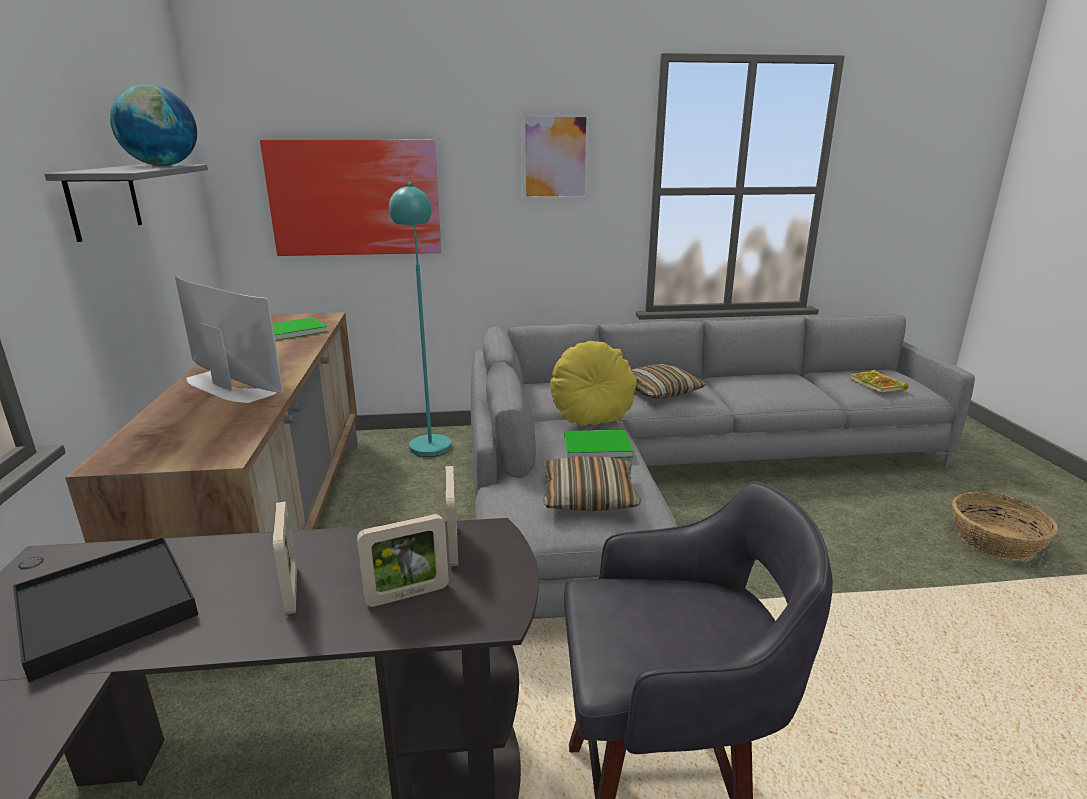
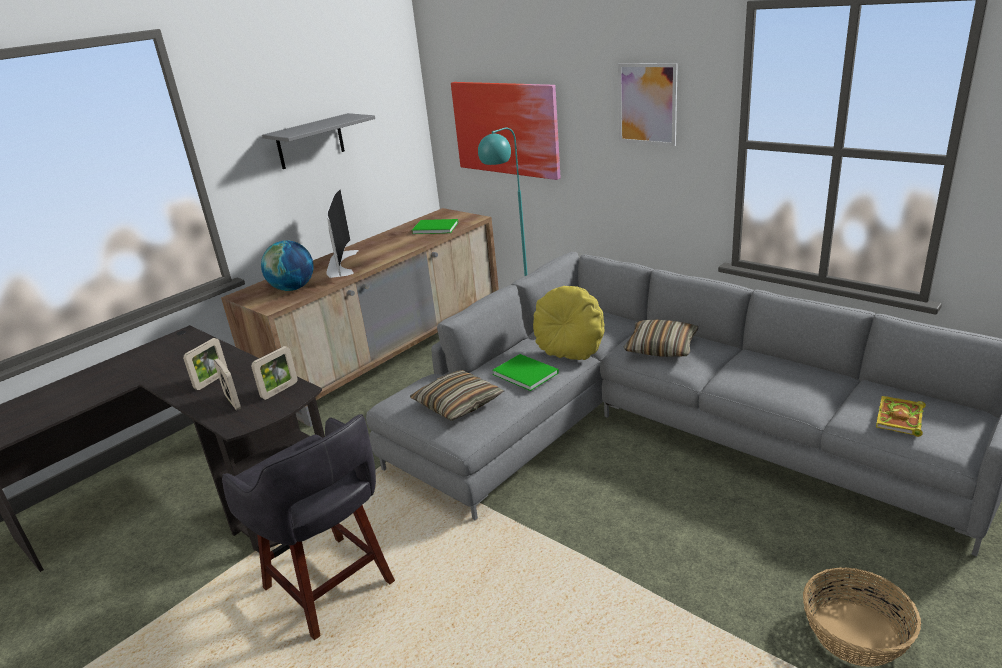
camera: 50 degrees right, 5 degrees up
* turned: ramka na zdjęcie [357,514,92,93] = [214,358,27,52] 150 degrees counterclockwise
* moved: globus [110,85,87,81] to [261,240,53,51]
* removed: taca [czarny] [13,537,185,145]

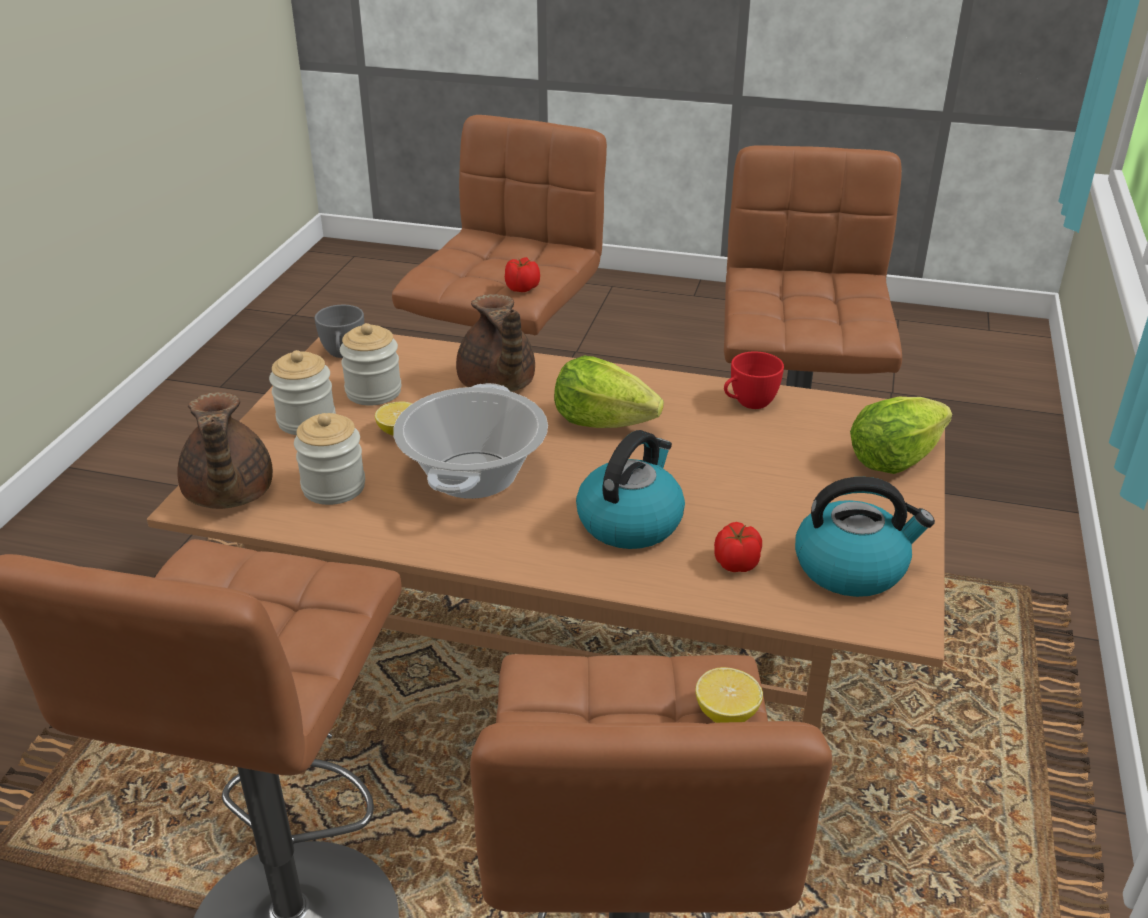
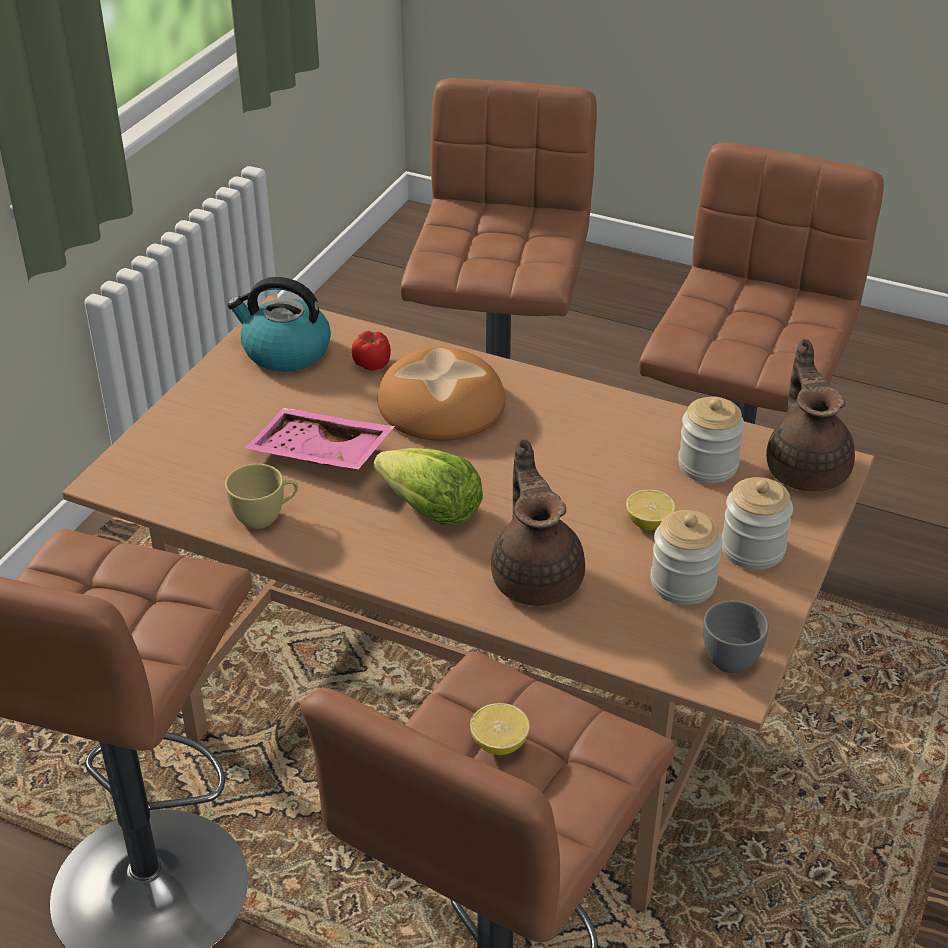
camera: 170 degrees left, 5 degrees up
* recoloured: filiżanka [czerwony] [724,351,60,58] to filiżanka [żółty] [225,464,73,65]
* added: taca [różowy] [244,408,151,62]
* replaced: czajnik [576,430,109,119] to chleb [377,347,129,94]
* moved: cytryna [695,667,68,56] to [470,703,60,52]
* removed: garnek [393,383,155,116]
* removed: pomidor [505,257,35,35]
* removed: sałata [850,397,102,77]

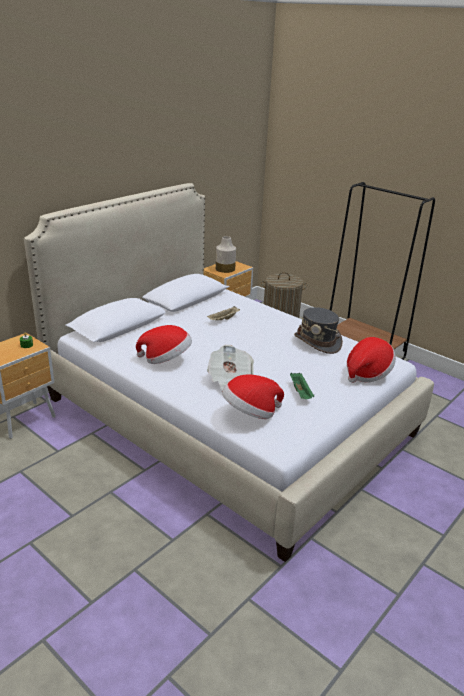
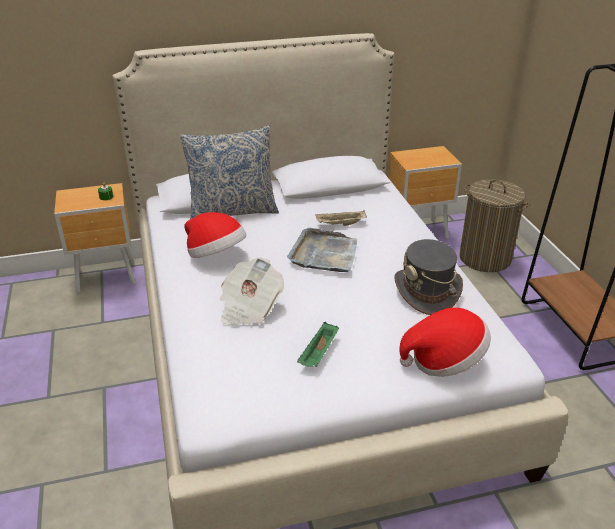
camera: 35 degrees right, 5 degrees up
* added: poduszka [180,125,99,94]
* added: taca [szary] [287,228,70,44]
* removed: wazon [beżowy] [216,236,20,37]
* removed: kapelusz [222,374,62,45]

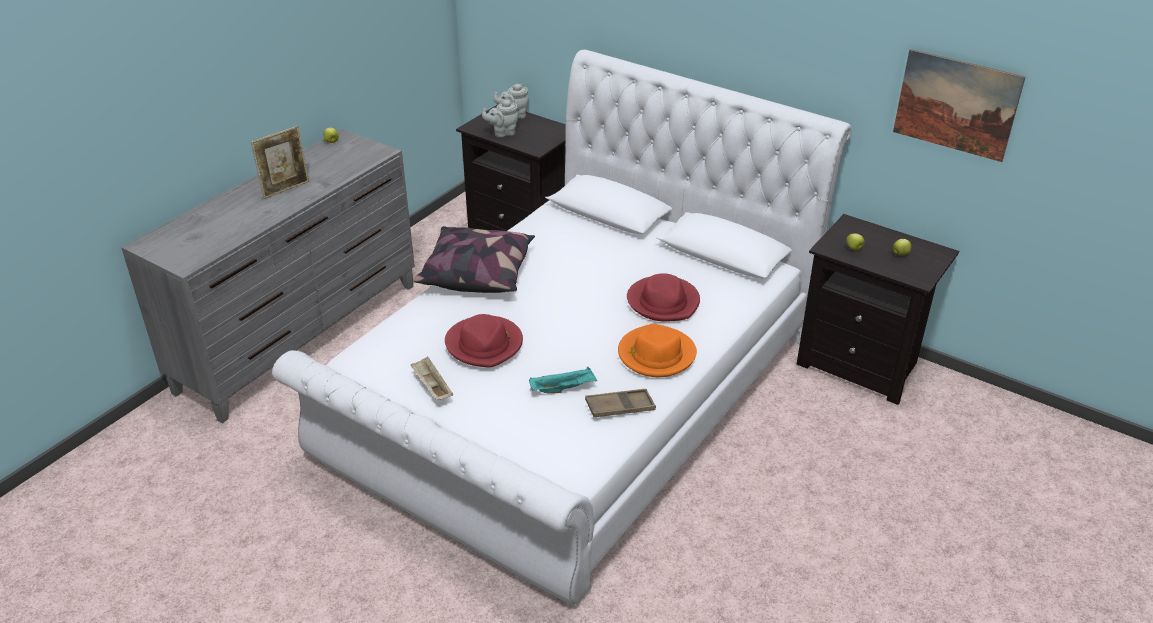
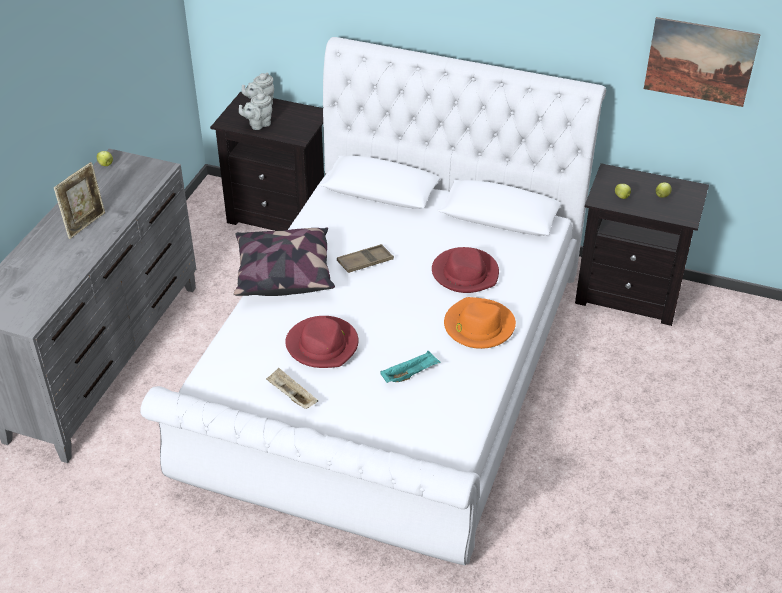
camera: 15 degrees left, 5 degrees up
* moved: taca [brązowy] [585,389,71,28] to [337,244,57,29]

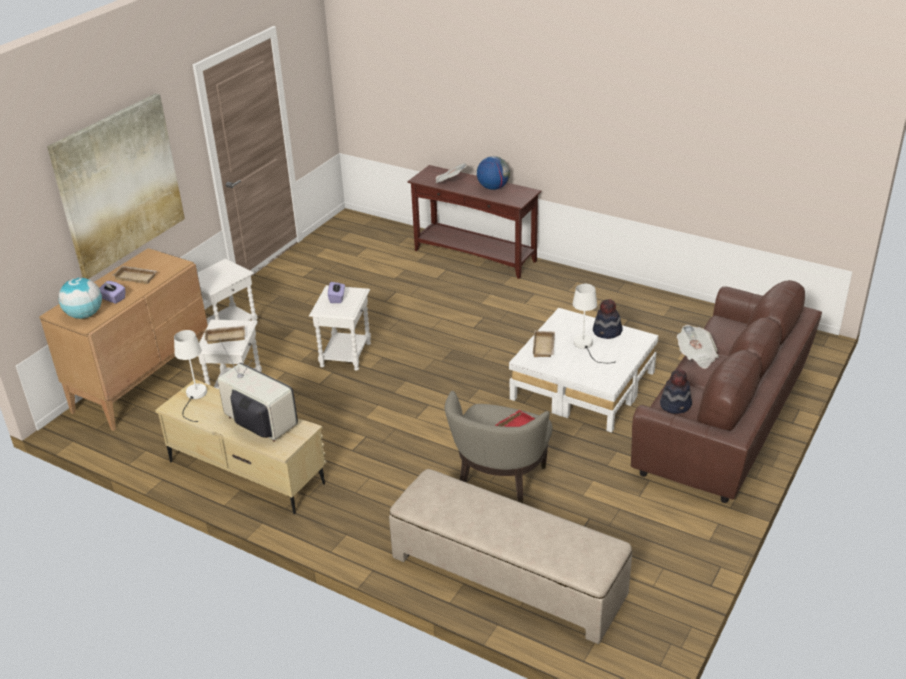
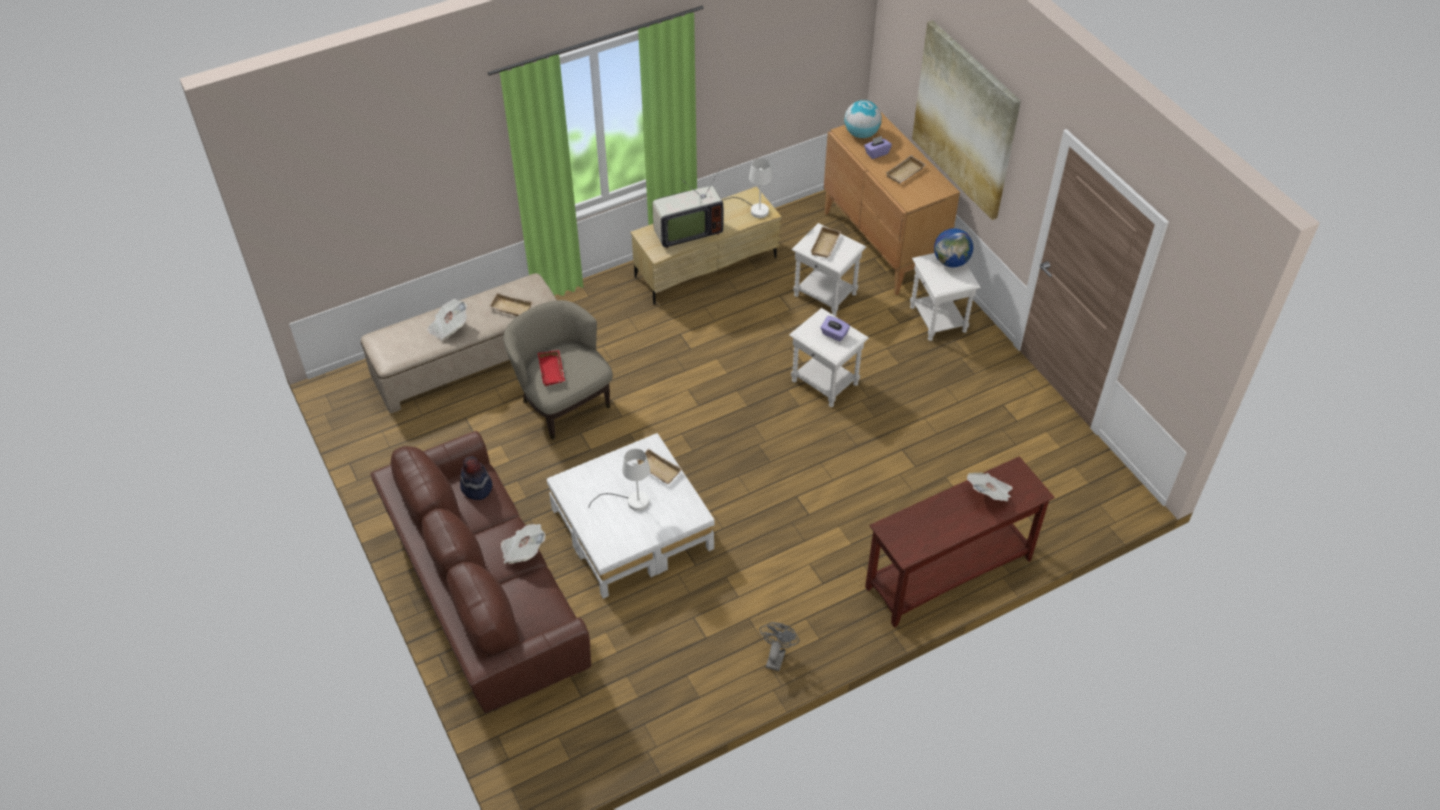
camera: 120 degrees right, 15 degrees up
* added: gazeta [427,299,40,42]
* added: taca [beżowy] [488,293,45,23]
* added: wentylator [szary] [759,622,41,49]
* moved: globus [477,156,33,34] to [934,228,39,39]
* removed: kapelusz [593,299,30,40]

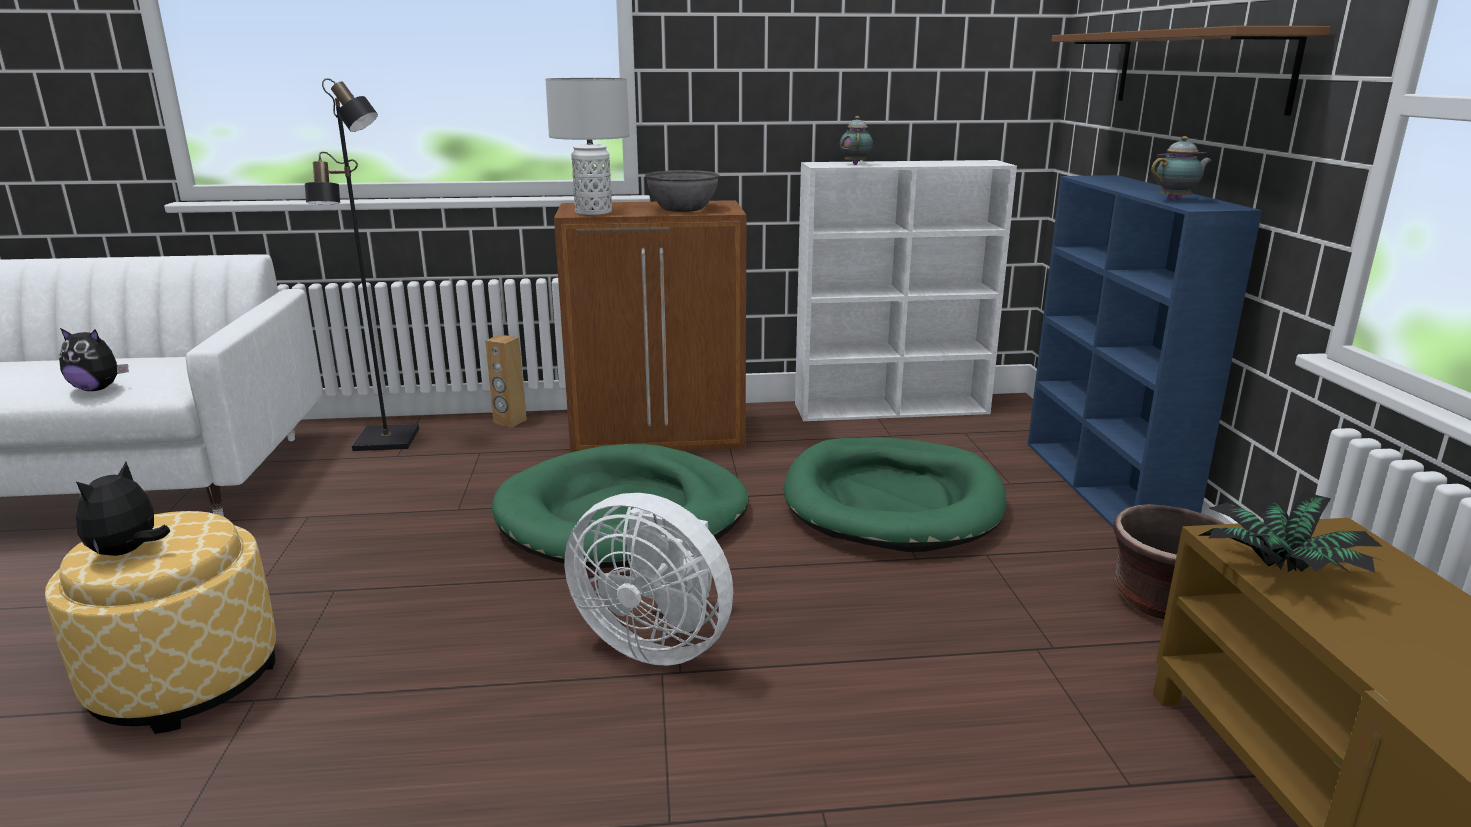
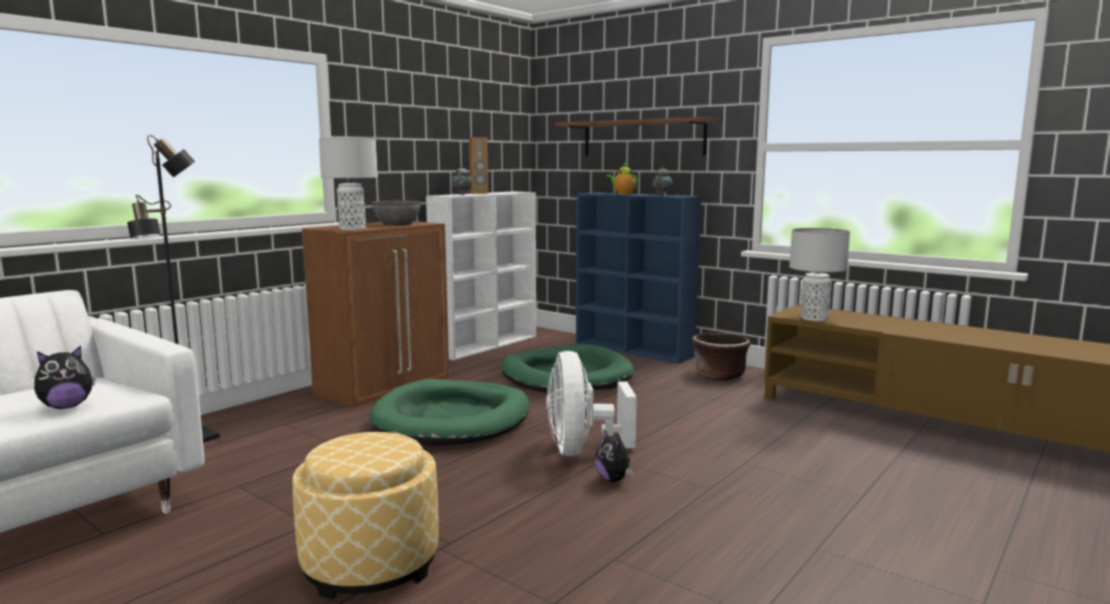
camera: 45 degrees left, 10 degrees down
* moved: głośnik [brązowy] [485,335,42,92] to [469,137,19,57]
* turned: wentylator [biały] [565,493,168,173] = [546,351,91,105] 105 degrees clockwise
* moved: pluszak [76,461,94,95] to [595,429,38,53]
* added: imbryk [606,162,32,32]
* replaced: roślina doniczkowa [1198,491,185,81] to lampa stołowa [biały] [789,228,61,93]

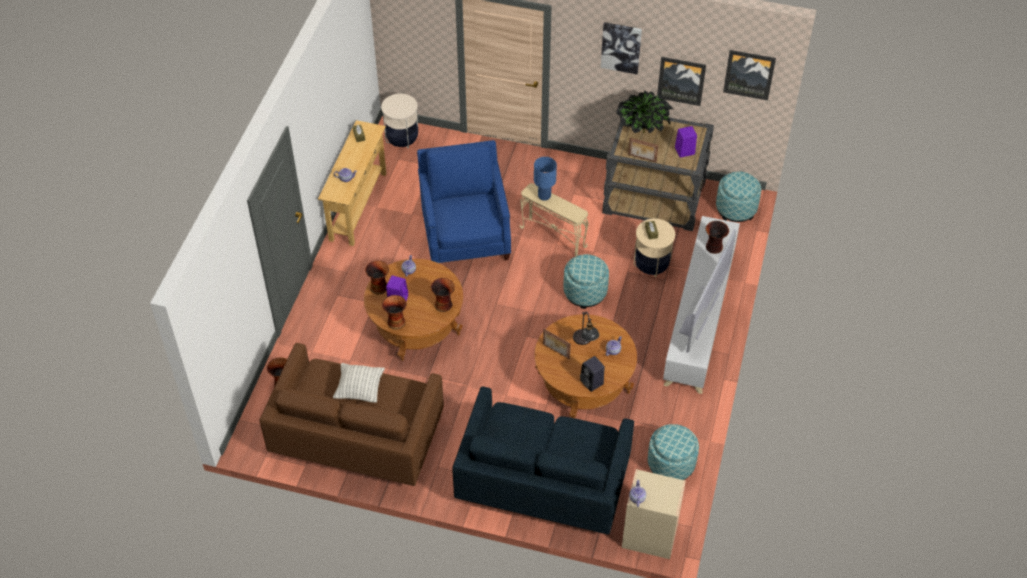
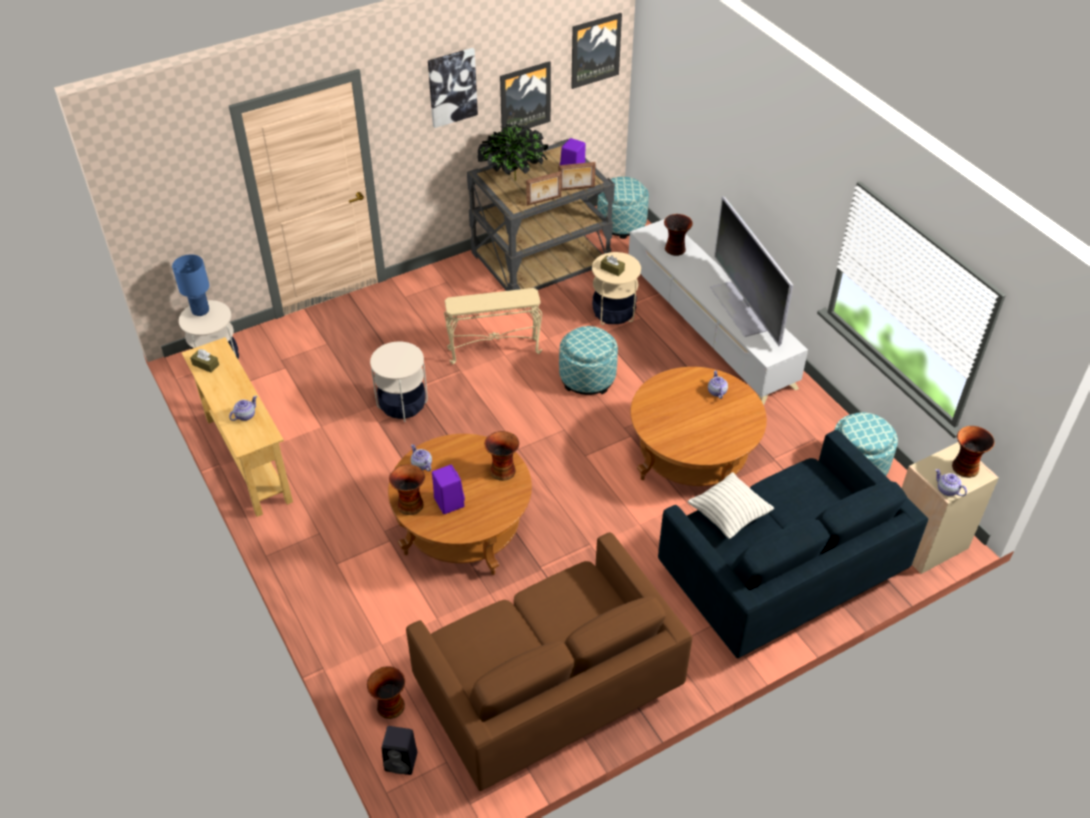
camera: 45 degrees left, 5 degrees down
* moved: lampa stołowa [niebieski] [534,157,23,44] to [172,254,37,62]
* replaced: fotel [niebieski] [417,140,94,123] to stolik [beżowy] [370,342,58,80]
* moved: głośnik [czarny] [580,356,25,36] to [382,726,35,49]
* moved: ramka na zdjęcie [543,329,28,30] to [558,162,38,29]
* moved: poduszka [333,363,52,40] to [687,472,87,67]
* moved: wazon [382,295,25,35] to [952,426,43,52]
* removed: lampa stołowa [szary] [573,311,26,34]

